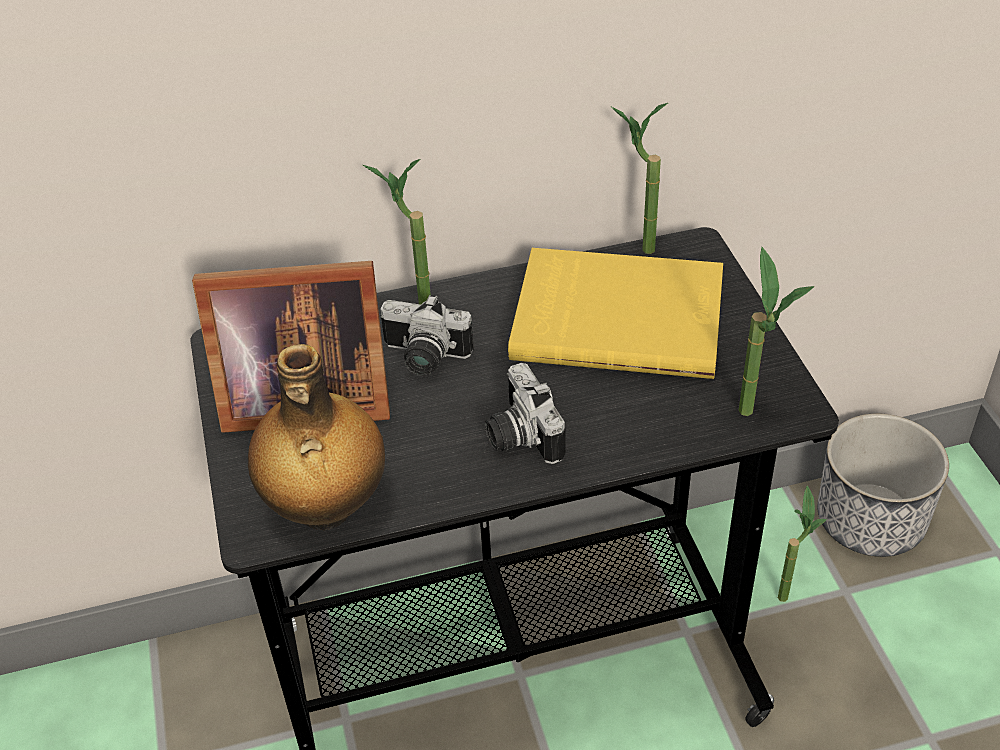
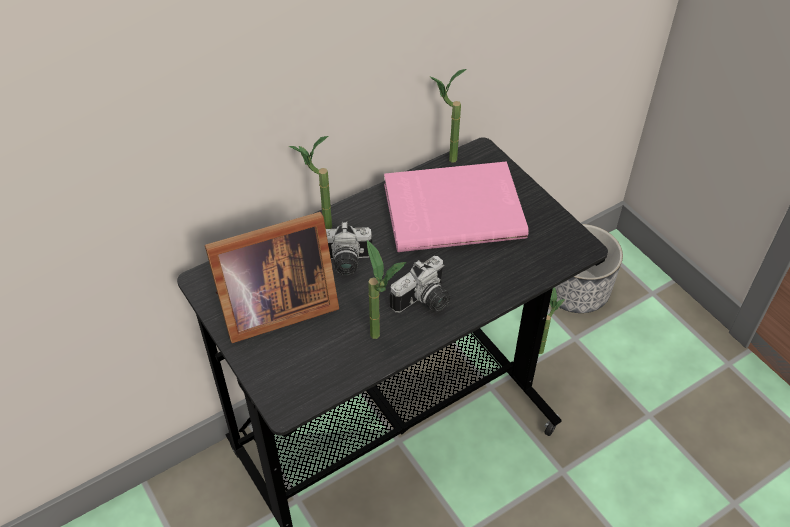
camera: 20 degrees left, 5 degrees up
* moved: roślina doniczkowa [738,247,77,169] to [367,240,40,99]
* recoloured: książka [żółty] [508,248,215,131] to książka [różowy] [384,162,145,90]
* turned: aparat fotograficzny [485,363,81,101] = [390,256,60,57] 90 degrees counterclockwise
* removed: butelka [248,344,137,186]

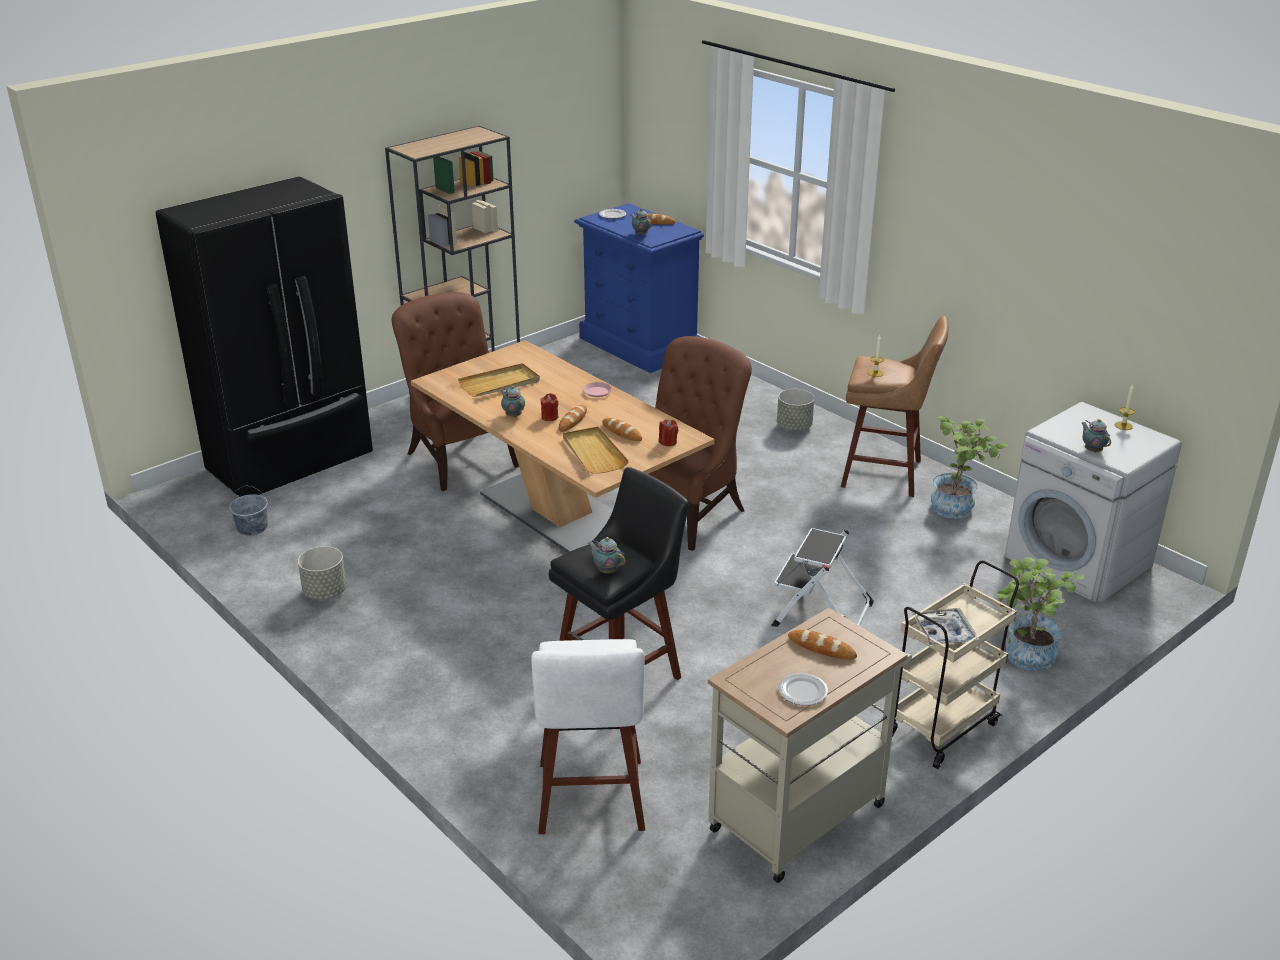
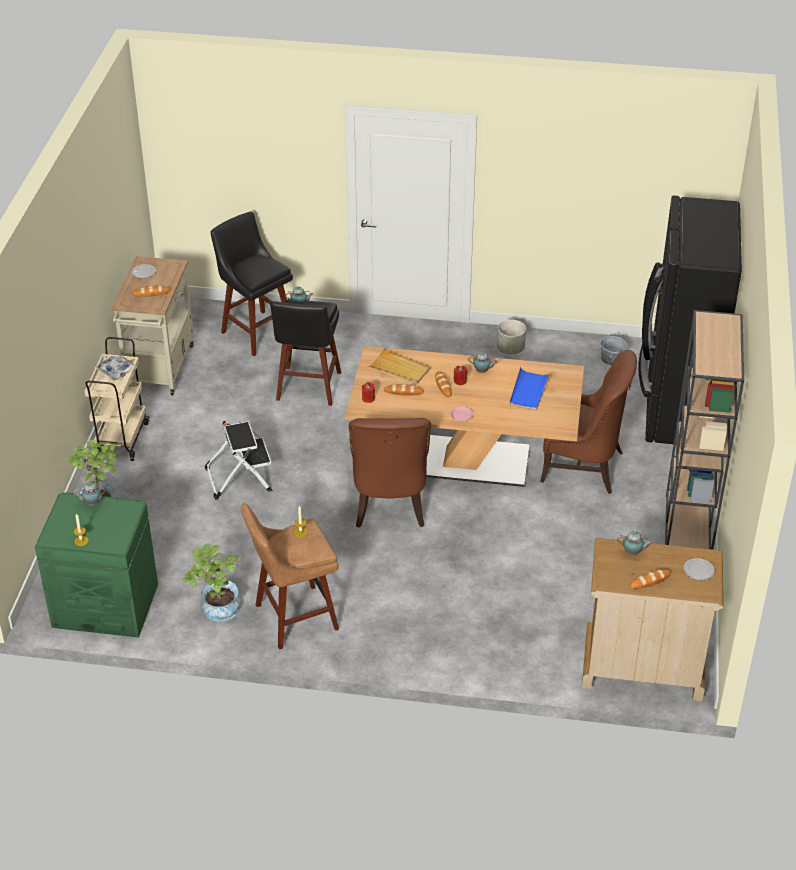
camera: 140 degrees right, 10 degrees up
* recoloured: pralka [biały] [1005,402,177,201] to pralka [zielony] [35,492,123,146]
* turned: imbryk [1082,419,29,34] = [74,483,33,23] 135 degrees clockwise
* recoloured: stołek [biały] [531,639,114,195] to stołek [czarny] [211,212,82,144]
* recoloured: taca [beżowy] [458,363,82,34] to taca [niebieski] [509,367,42,43]
* recoloured: komoda [niebieski] [574,203,130,170] to komoda [brązowy] [582,538,141,164]
* removed: donica [szary] [777,389,37,42]

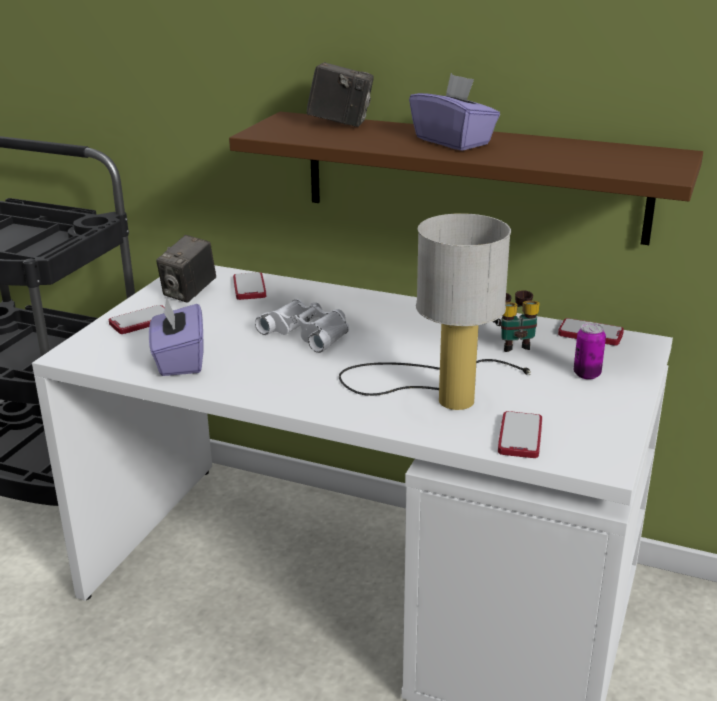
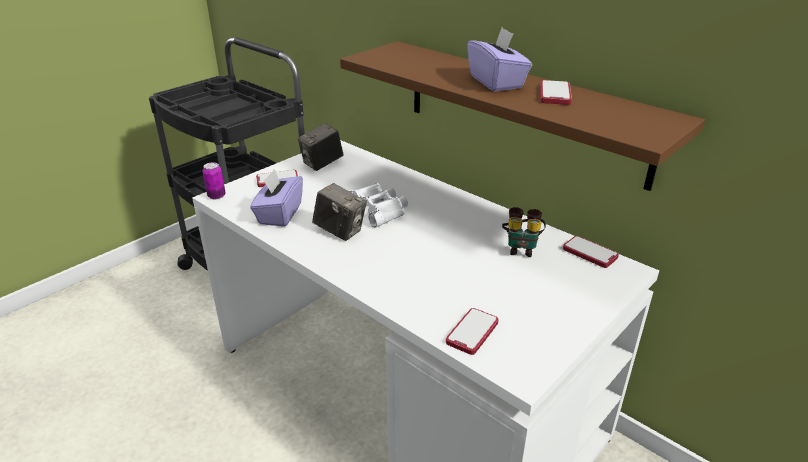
camera: 20 degrees right, 5 degrees up
* moved: puszka [574,323,32,56] to [203,163,22,36]
* moved: aparat fotograficzny [307,62,67,65] to [312,183,55,58]
* moved: telefon [233,272,33,28] to [540,80,32,25]
* removed: lampa stołowa [339,213,192,197]

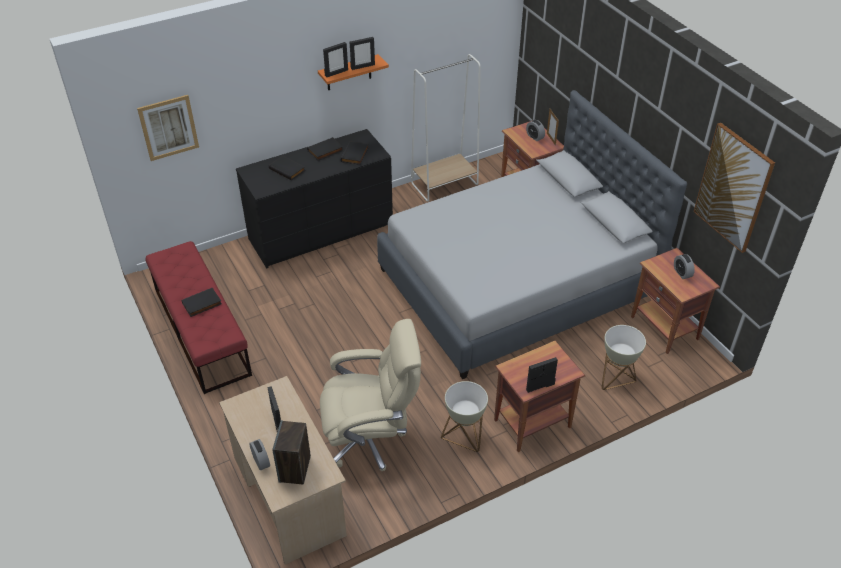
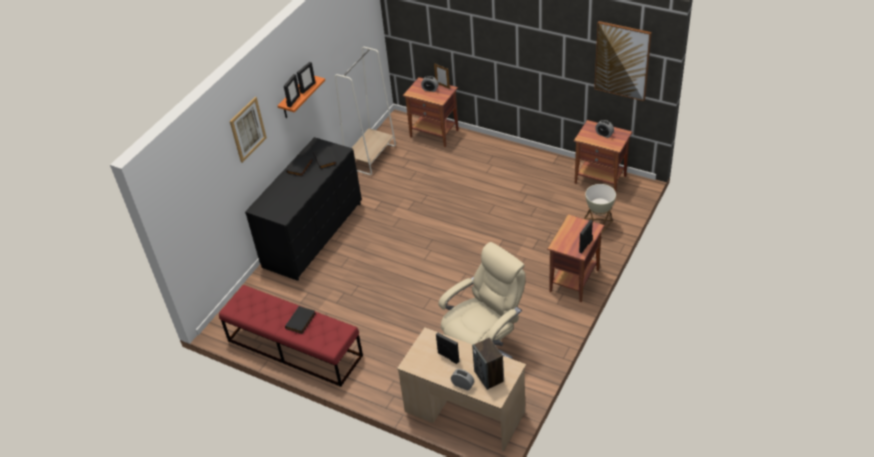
camera: 30 degrees left, 0 degrees up
* moved: obraz [137,95,62,66] to [230,97,37,66]
* removed: książka [czarny] [269,156,36,24]
* removed: łóżko [szary] [377,90,310,289]
* removed: donica [441,381,47,71]

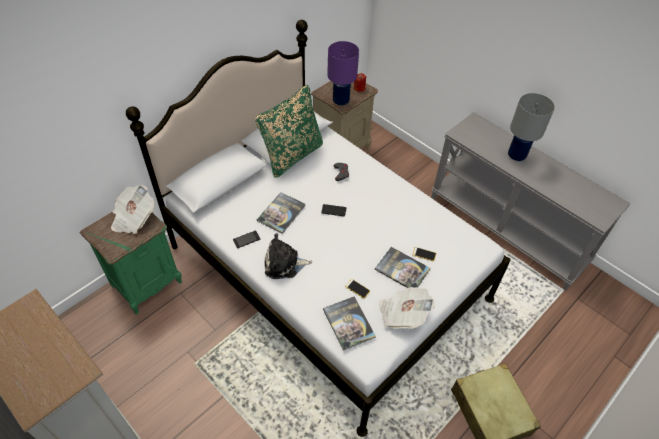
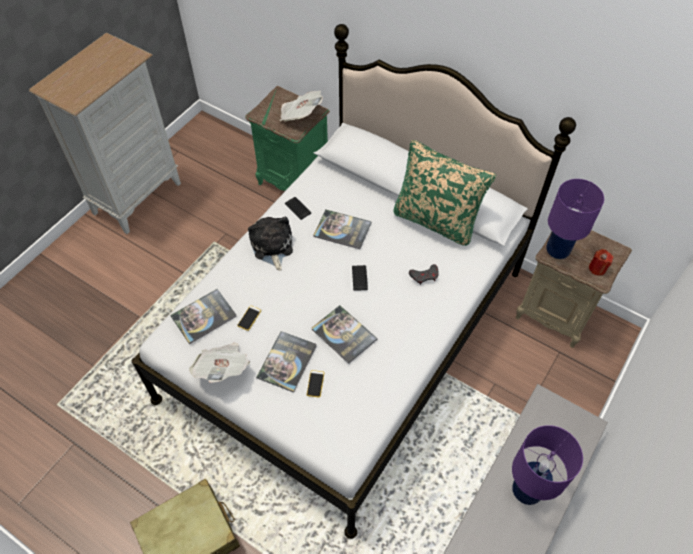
camera: 80 degrees right, 5 degrees up
* added: książka [312,305,65,59]
* recoloured: lampa stołowa [szary] [508,93,47,68] to lampa stołowa [fioletowy] [512,425,71,80]

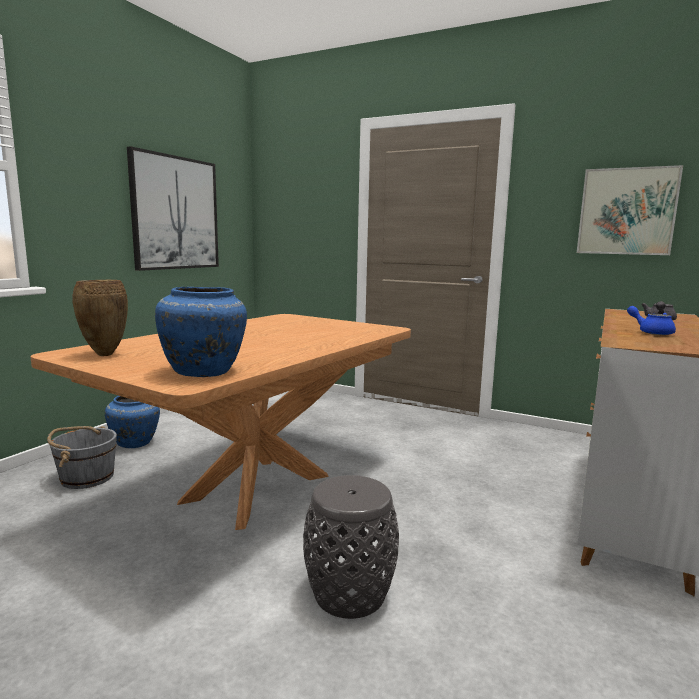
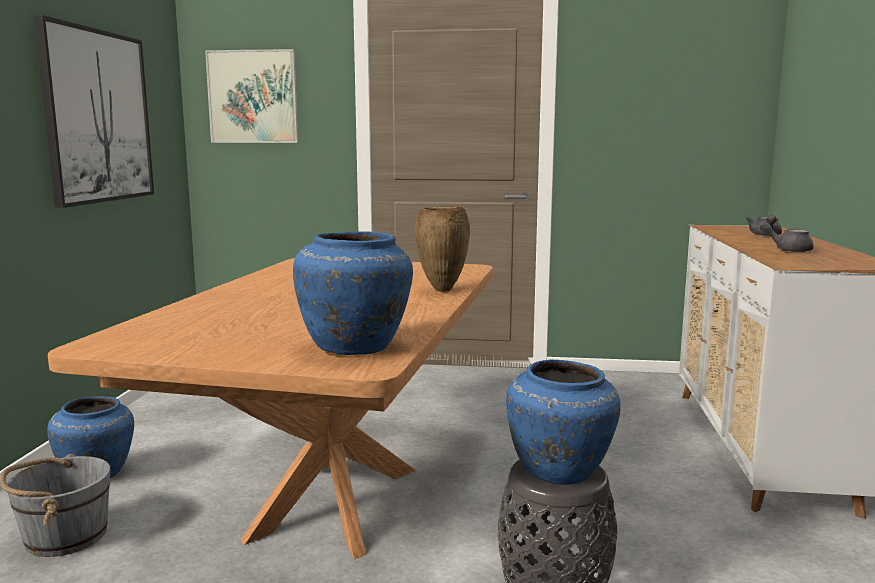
camera: 20 degrees left, 0 degrees up
* moved: obraz [577,165,106,90] to [205,49,94,94]
* moved: wazon [brązowy] [73,280,55,76] to [415,207,55,85]
* added: wazon [niebieski] [506,360,115,125]
* recoloured: imbryk [niebieski] [627,306,49,29] to imbryk [szary] [760,222,54,30]

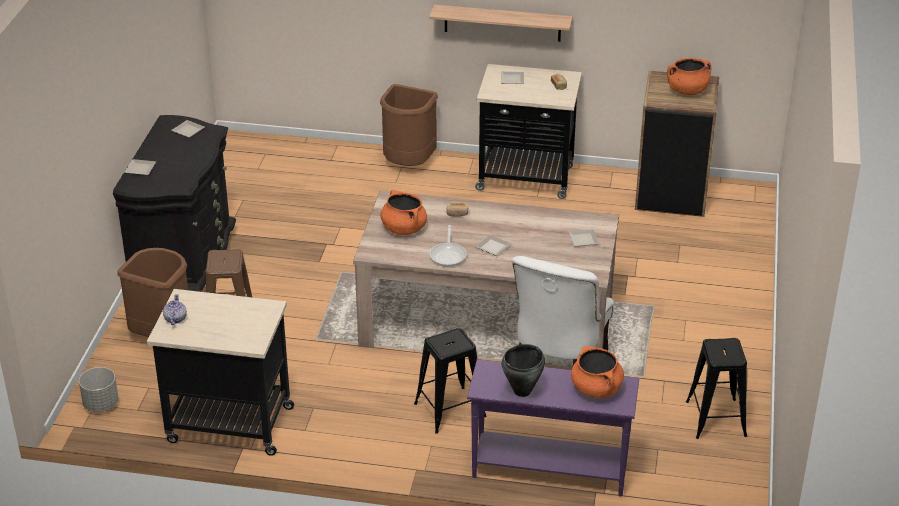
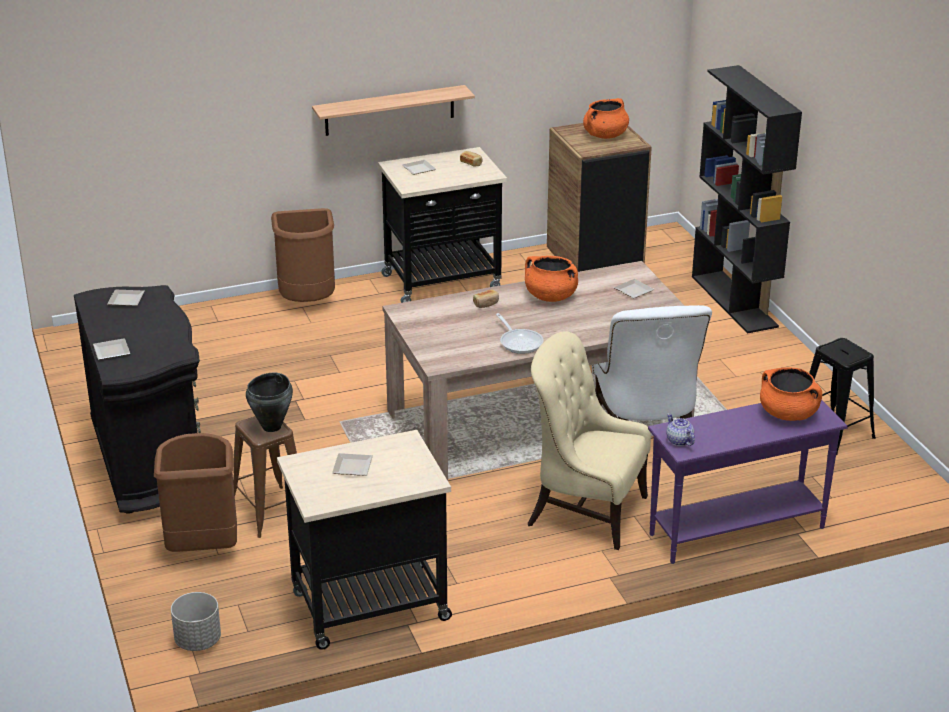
camera: 30 degrees left, 5 degrees down
* moved: garnek [czarny] [502,344,43,53] to [246,372,47,60]
* moved: talerz [476,235,35,21] to [332,453,41,23]
* moved: garnek [pomarańczowy] [381,190,46,45] to [525,256,53,46]
* replaced: stołek [czarny] [414,328,72,106] to krzesło [beżowy] [528,331,123,219]
* moved: imbryk [163,294,24,31] to [666,413,29,33]
* added: regał [czarny] [692,65,110,268]

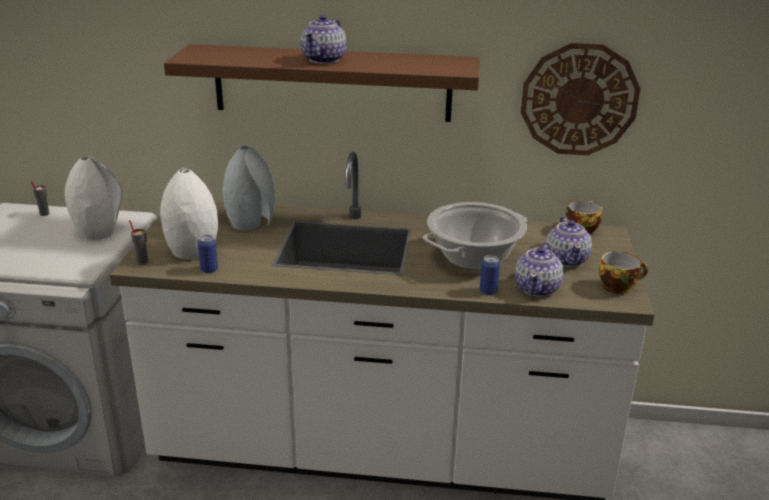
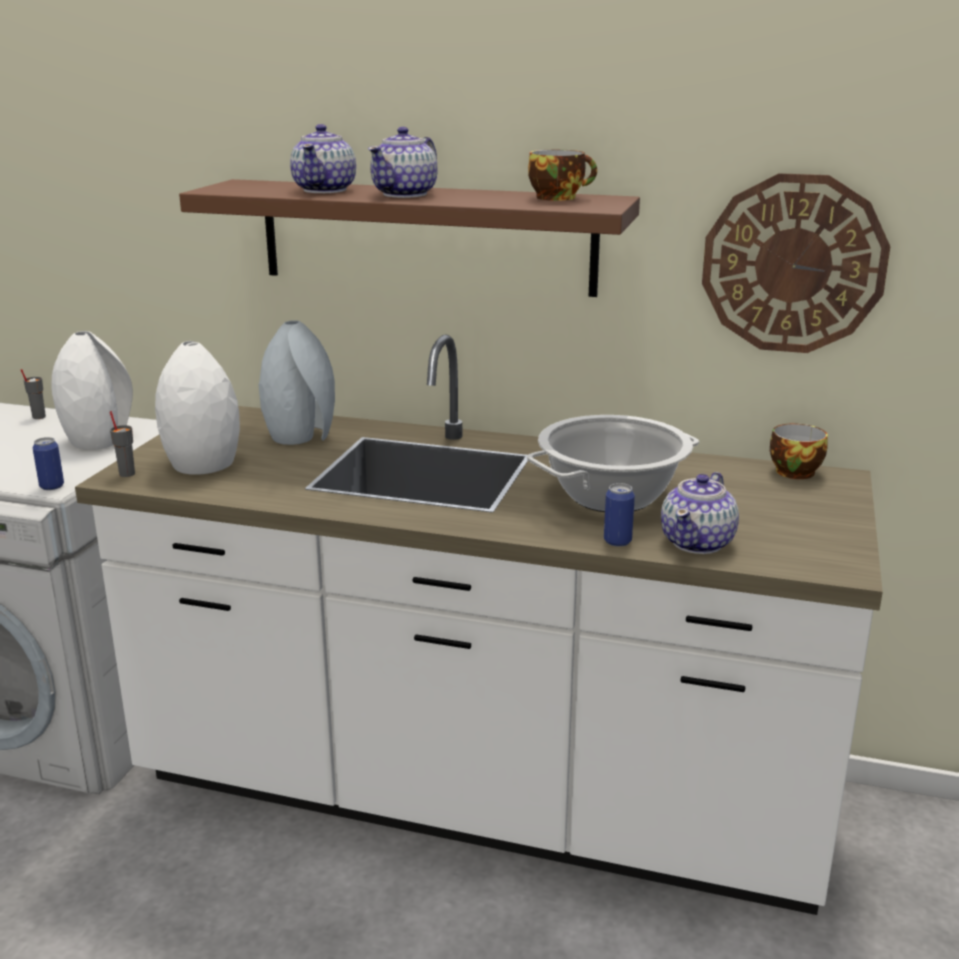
camera: 10 degrees right, 5 degrees down
* moved: puszka [198,235,20,38] to [33,437,31,53]
* moved: imbryk [546,216,46,51] to [290,124,66,69]
* moved: filiżanka [599,251,49,43] to [528,150,69,51]

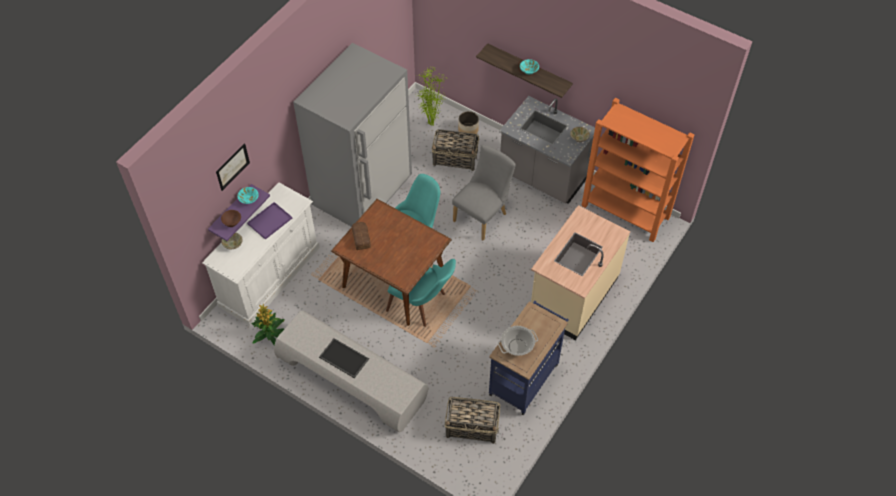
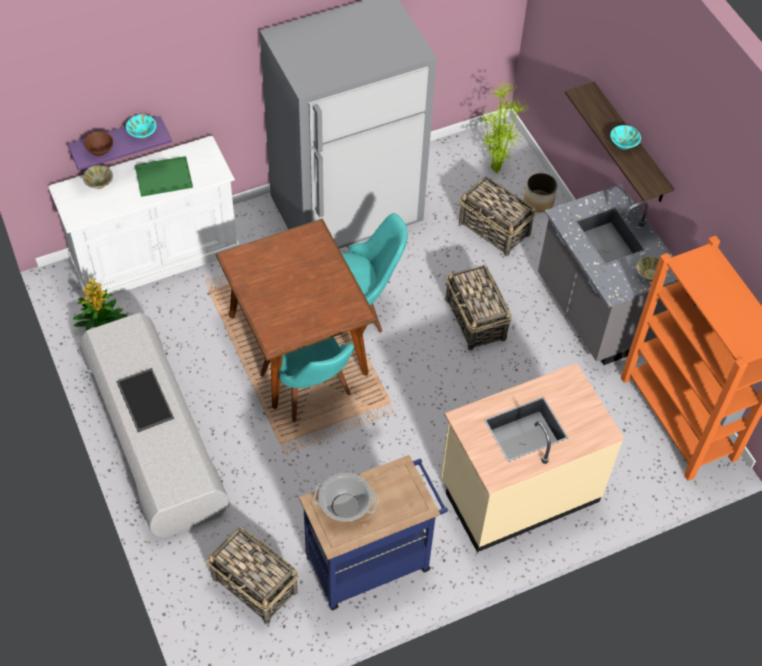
camera: 30 degrees right, 0 degrees up
* recoloured: taca [fioletowy] [247,202,45,38] to taca [zielony] [135,156,58,41]
* replaced: krzesło [szary] [452,145,64,95] to koszyk [445,265,67,86]
* removed: obraz [216,143,34,48]
* removed: chleb [352,222,19,28]

